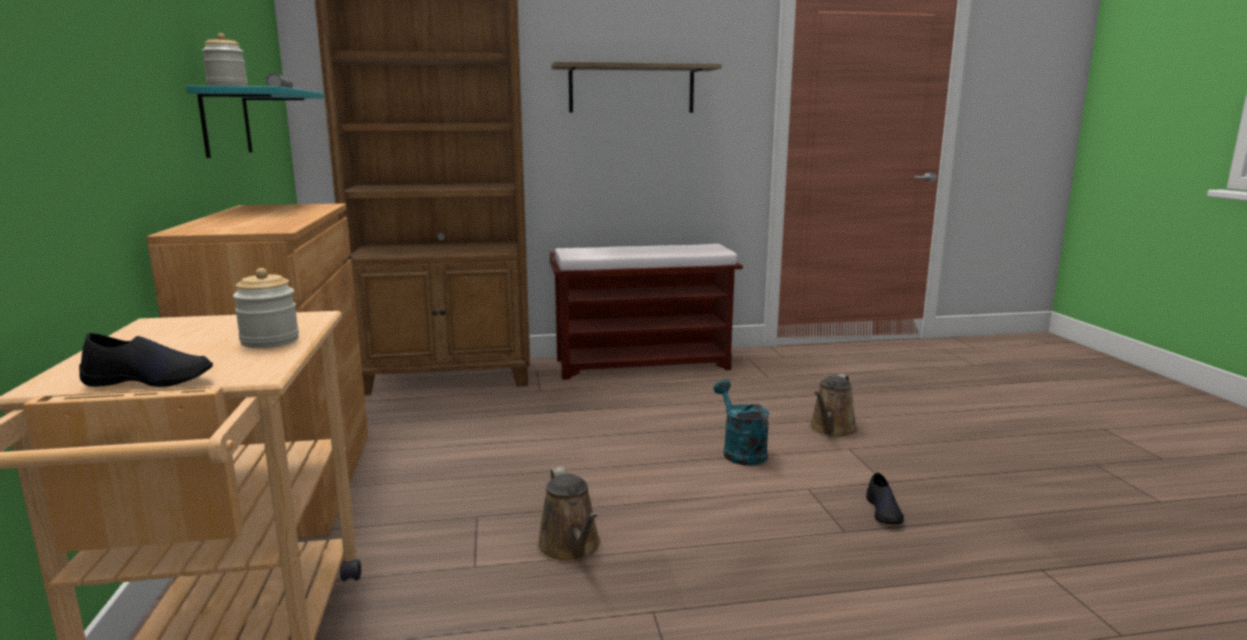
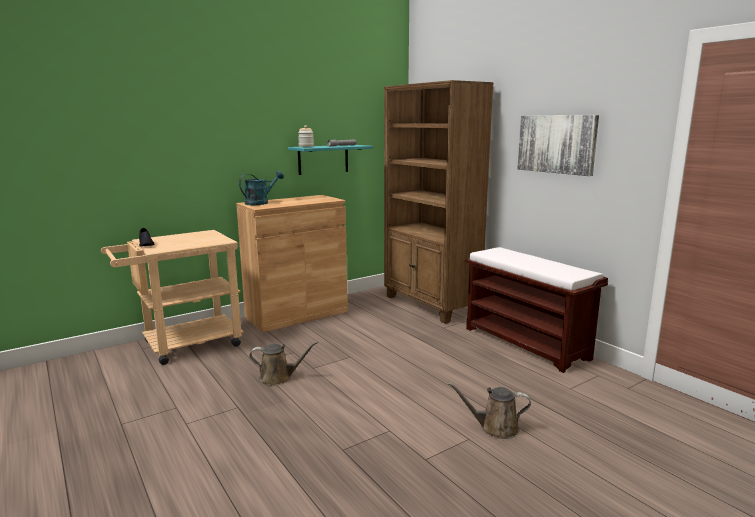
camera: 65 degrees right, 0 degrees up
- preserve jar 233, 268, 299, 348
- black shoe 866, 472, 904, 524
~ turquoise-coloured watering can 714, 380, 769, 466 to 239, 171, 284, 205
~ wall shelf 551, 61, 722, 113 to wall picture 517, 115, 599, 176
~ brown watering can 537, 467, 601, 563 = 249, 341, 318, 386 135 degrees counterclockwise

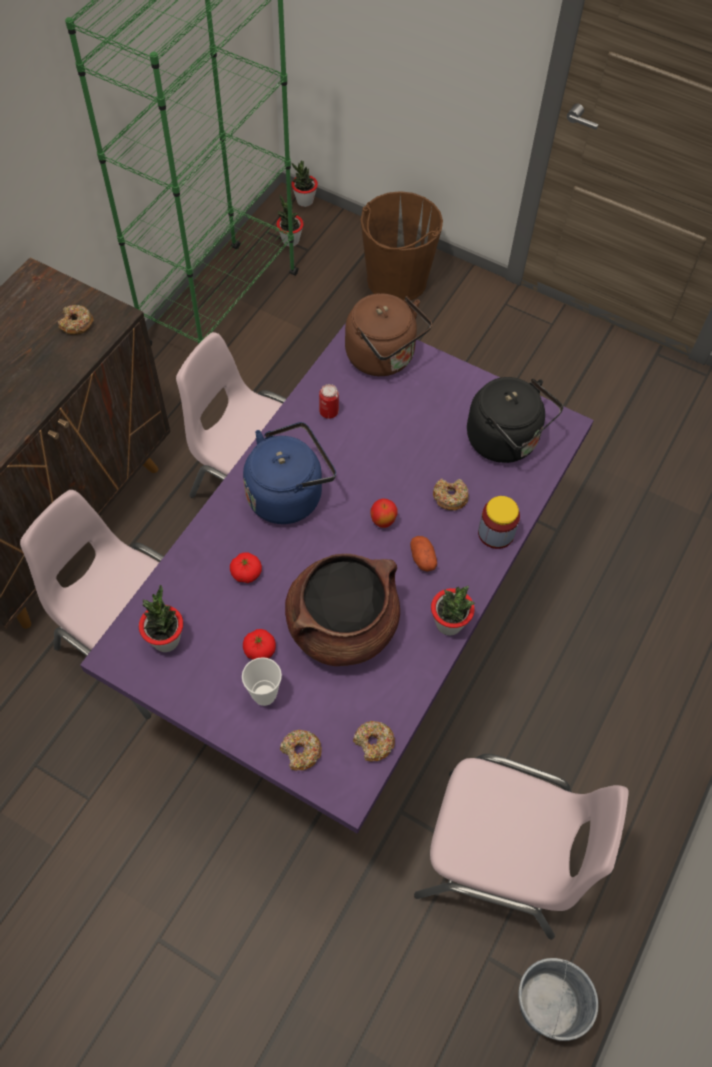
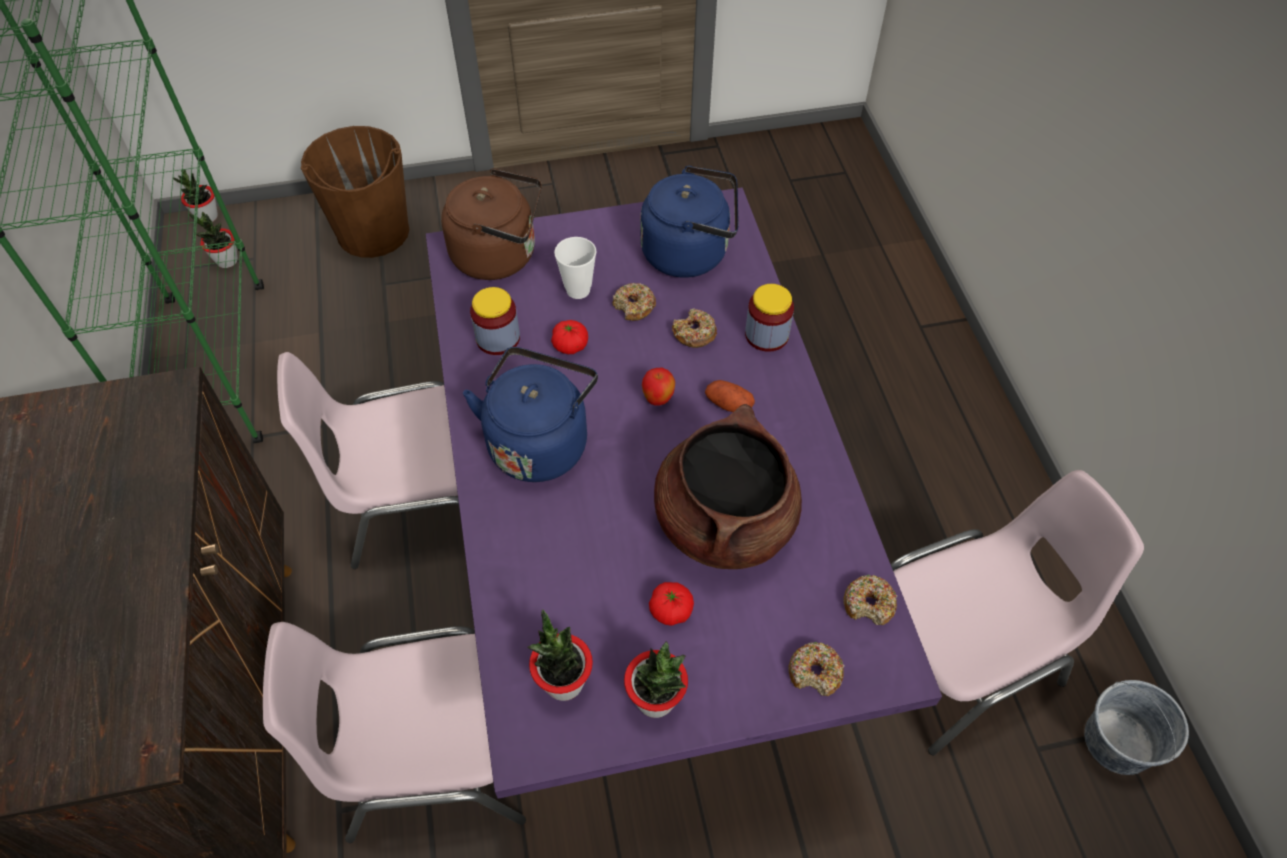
camera: 40 degrees left, 5 degrees down
~ ring doughnut 58, 305, 94, 335 to 612, 283, 656, 321
~ tomato 230, 552, 262, 583 to 551, 320, 588, 354
~ small cup 242, 657, 282, 706 to 554, 237, 596, 299
~ potted plant 431, 586, 475, 636 to 624, 642, 688, 718
~ can 319, 384, 339, 419 to preserve jar 470, 287, 520, 355
~ black tea kettle 467, 377, 563, 463 to blue-coloured tea kettle 640, 166, 738, 278

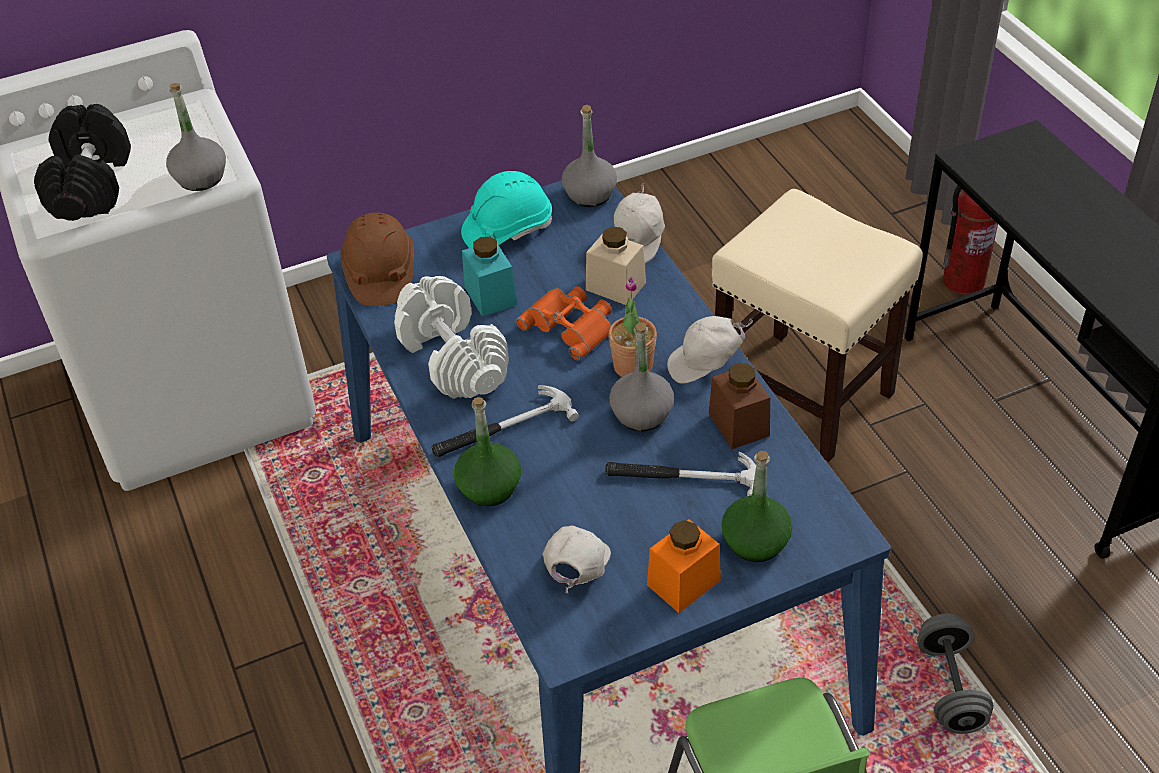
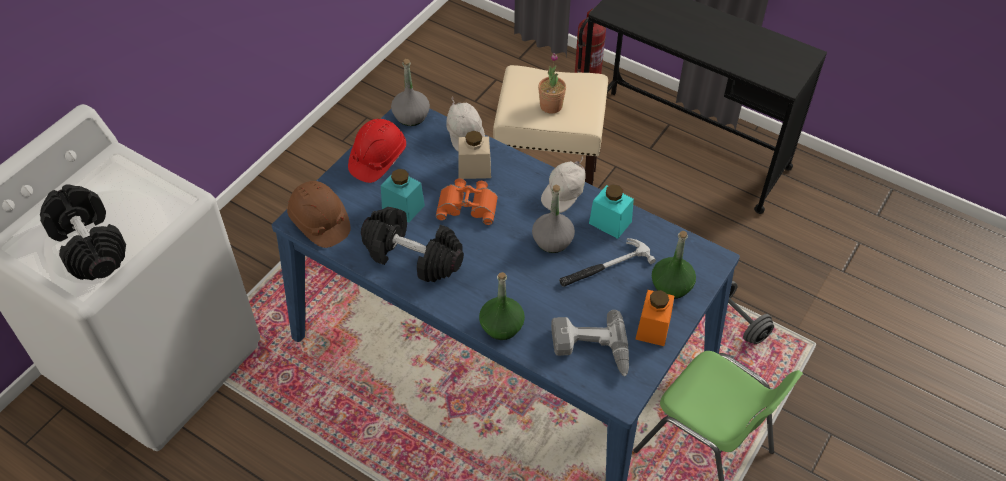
camera: 35 degrees left, 5 degrees up
- grey beverage bottle 166, 83, 226, 191
- tool hammer 431, 385, 579, 457
~ potted plant 608, 277, 657, 377 to 538, 53, 566, 114
~ white baseball cap 542, 525, 611, 593 to power drill 551, 310, 629, 376
~ white free weight 394, 276, 509, 399 to black free weight 361, 207, 464, 282
~ turquoise-coloured safety helmet 461, 171, 552, 248 to reddish safety helmet 348, 119, 406, 183
~ brown preserve jar 709, 363, 770, 449 to turquoise-coloured preserve jar 589, 184, 634, 239

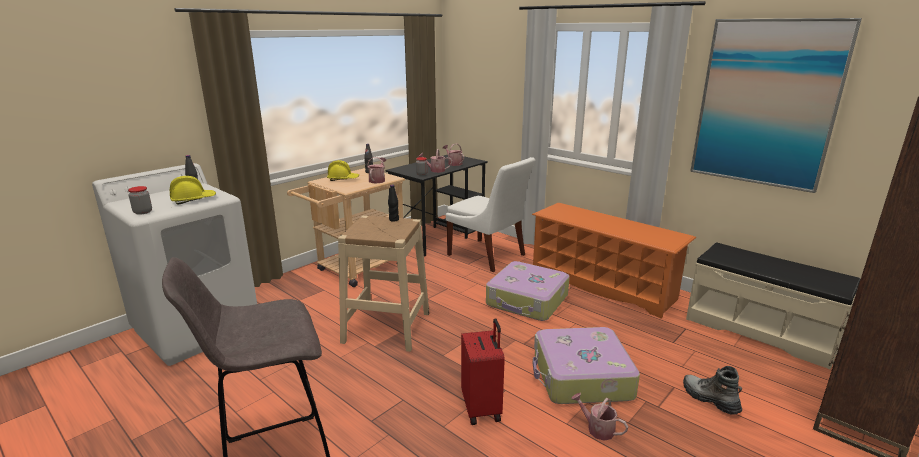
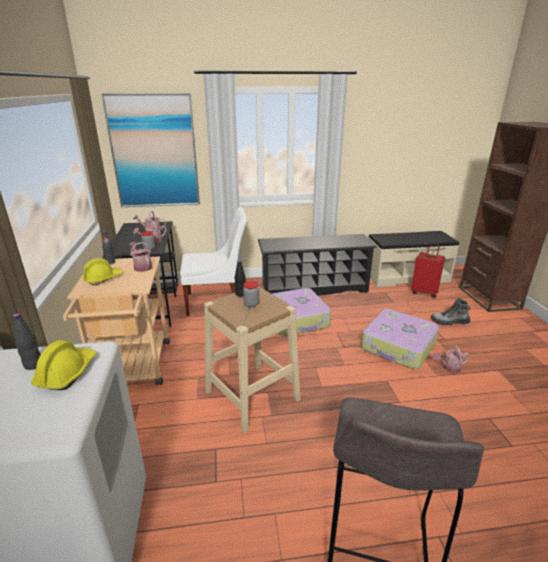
camera: 50 degrees left, 5 degrees up
~ preserve jar 128, 186, 152, 215 to 243, 281, 259, 307
~ reddish travel case 461, 318, 505, 425 to 411, 243, 445, 298
~ wall picture 690, 18, 862, 193 to 101, 93, 200, 207
~ orange-coloured shoe stand 532, 203, 696, 319 to black shoe stand 258, 234, 377, 296

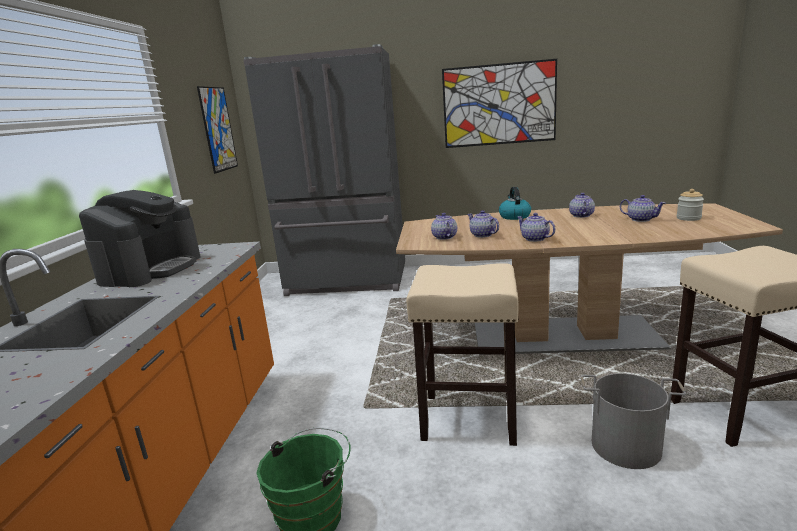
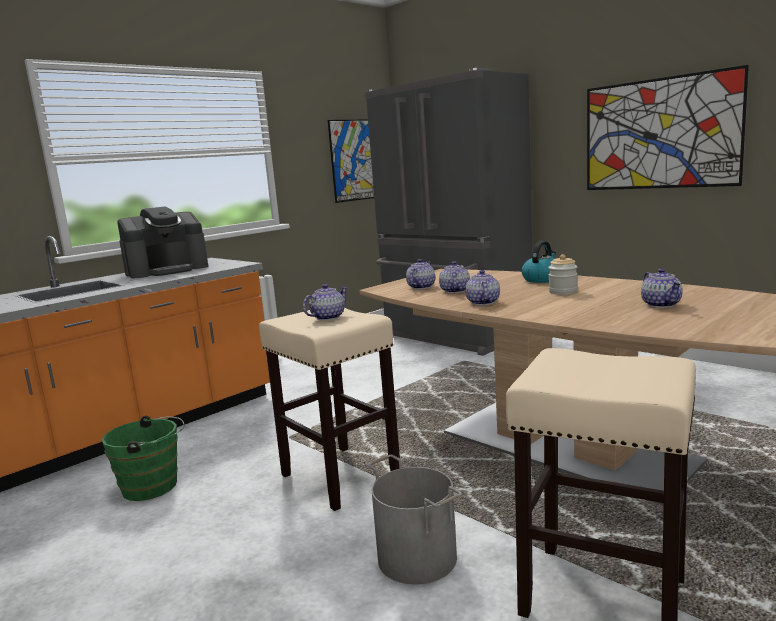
camera: 40 degrees right, 5 degrees down
~ teapot 569, 193, 595, 218 to 303, 284, 348, 320
~ preserve jar 676, 189, 704, 221 to 548, 254, 578, 294

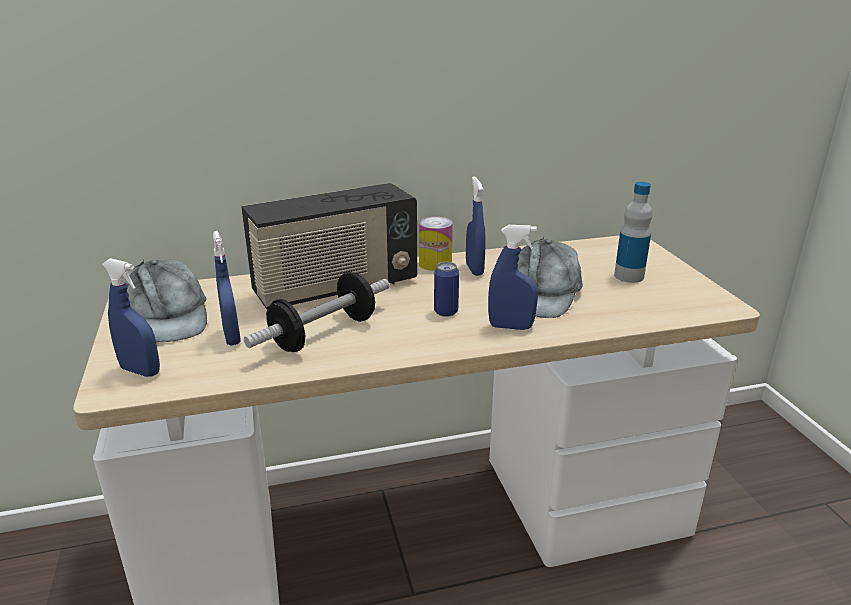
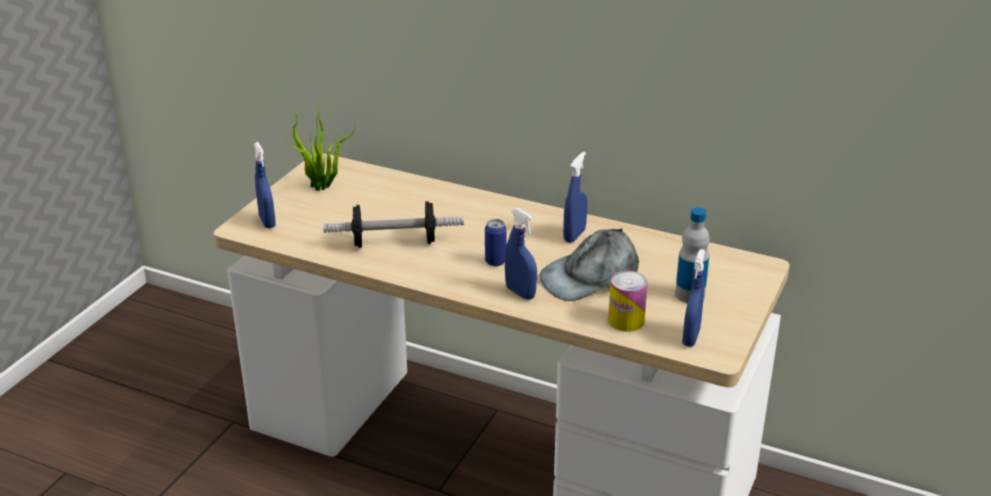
camera: 40 degrees right, 5 degrees up
- radio set 241, 183, 417, 309
~ blue-coloured hand sprayer 213, 231, 241, 346 to 682, 249, 705, 347
~ can 419, 217, 453, 271 to 608, 271, 648, 332
~ grey baseball cap 125, 259, 207, 342 to potted plant 284, 102, 355, 191

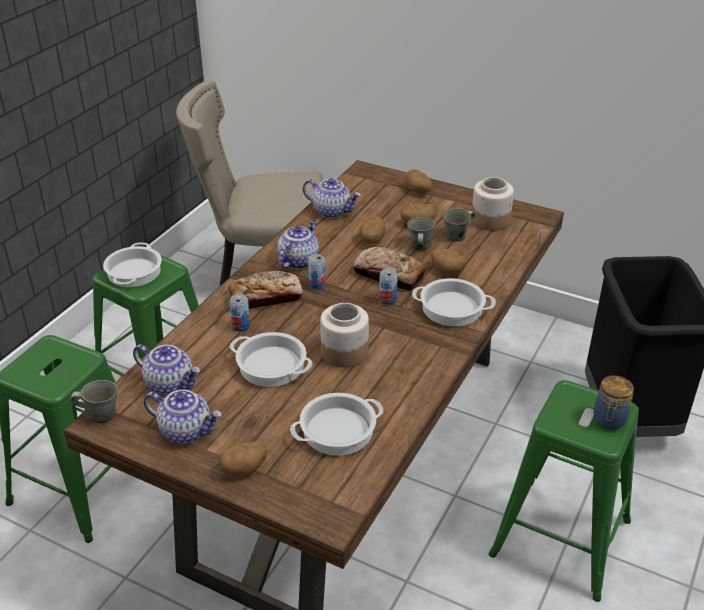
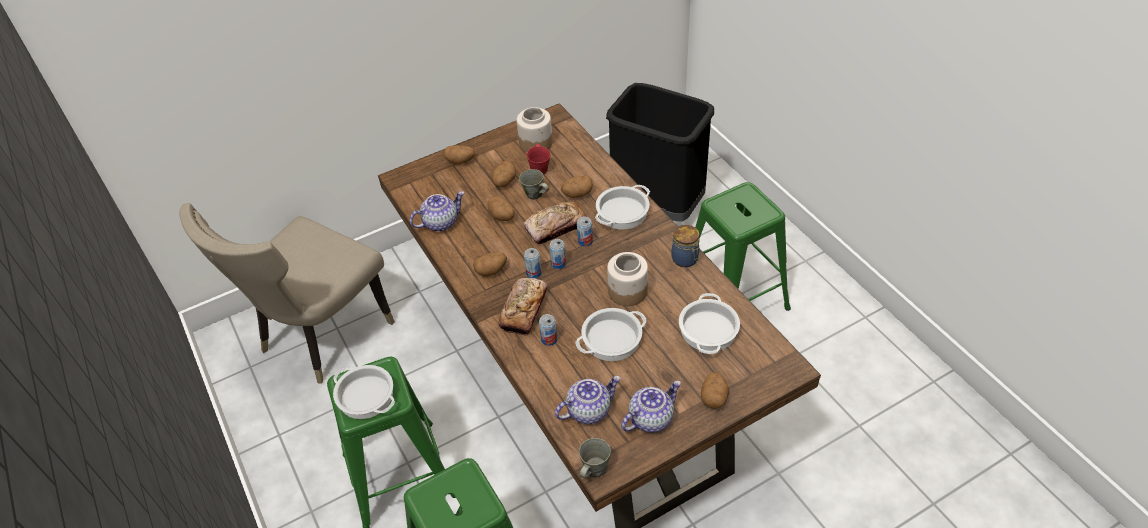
camera: 55 degrees left, 10 degrees up
+ can 549, 239, 566, 269
~ preserve jar 593, 375, 634, 429 to 671, 225, 700, 267
~ teapot 277, 220, 319, 269 to whole potato 473, 252, 507, 276
~ grey tea mug 443, 208, 475, 242 to reddish tea mug 527, 144, 550, 175

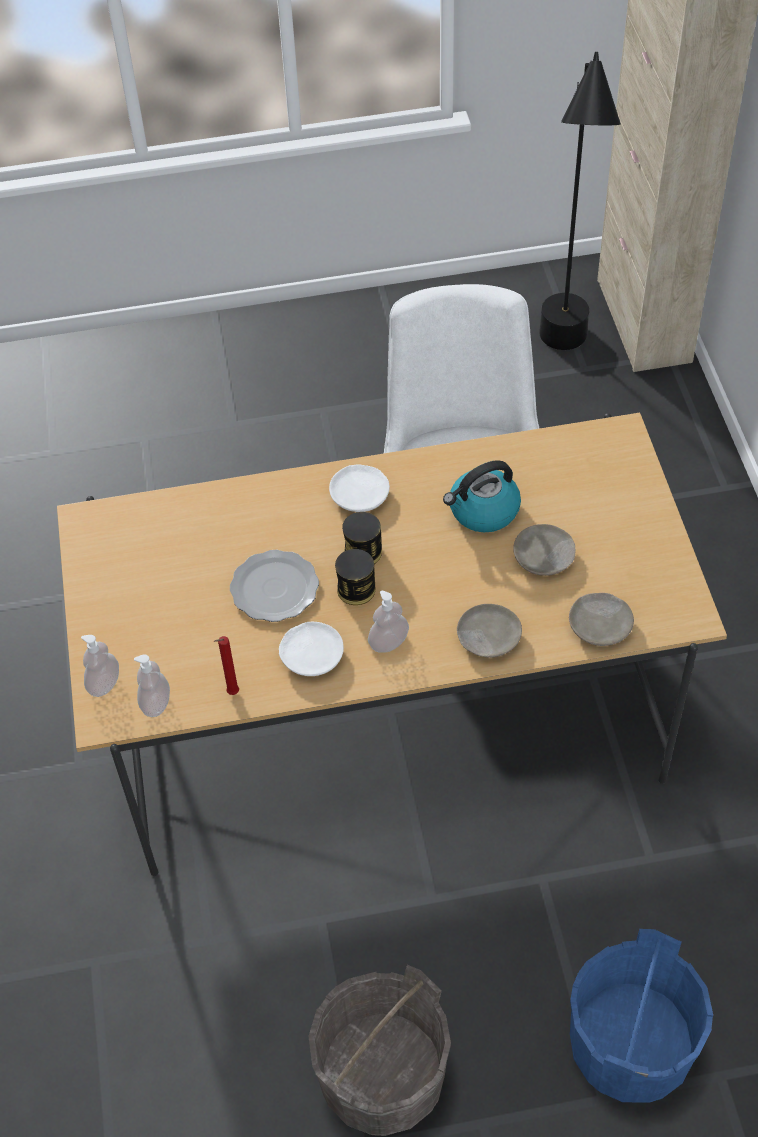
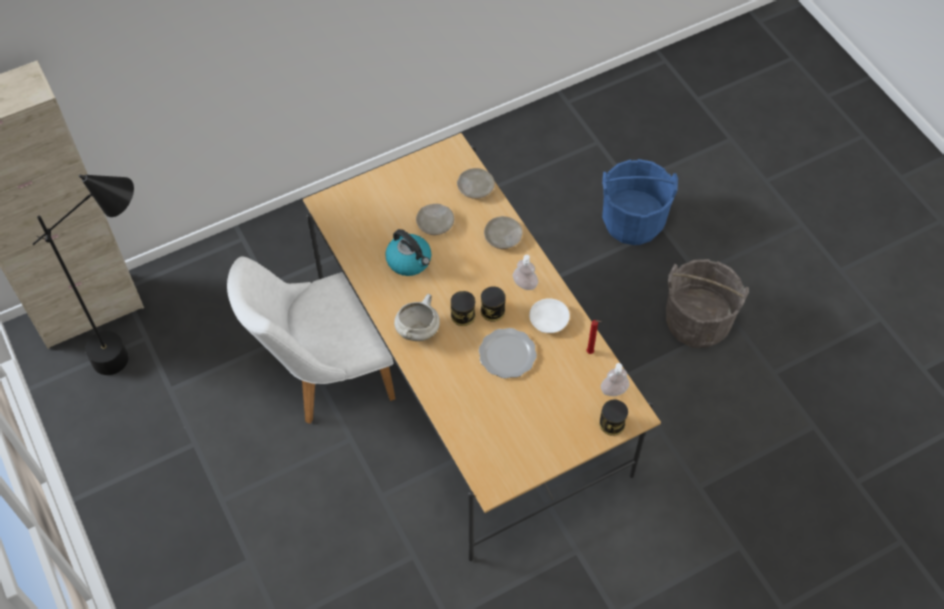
camera: 110 degrees left, 5 degrees up
~ liquid soap bottle 81, 635, 119, 697 to can 599, 399, 628, 436
~ white plate 329, 464, 390, 512 to white stockpot 394, 294, 440, 341

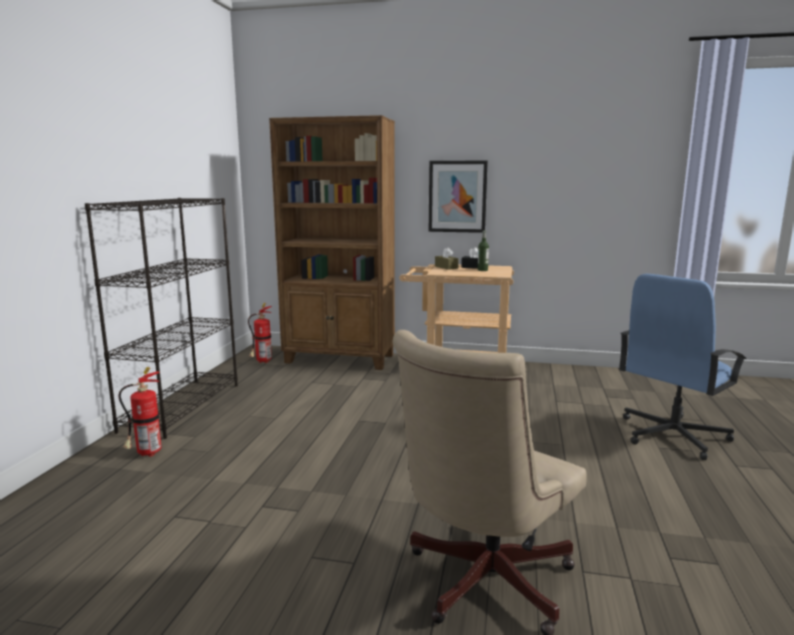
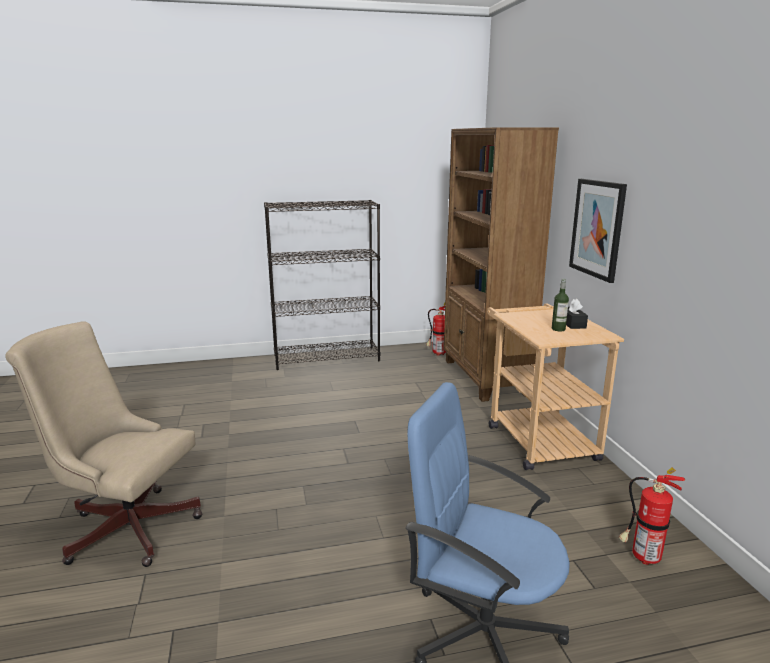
camera: 65 degrees right, 5 degrees up
- brown tissue box 435, 247, 459, 270
~ fire extinguisher 119, 367, 161, 457 to 619, 468, 685, 565

